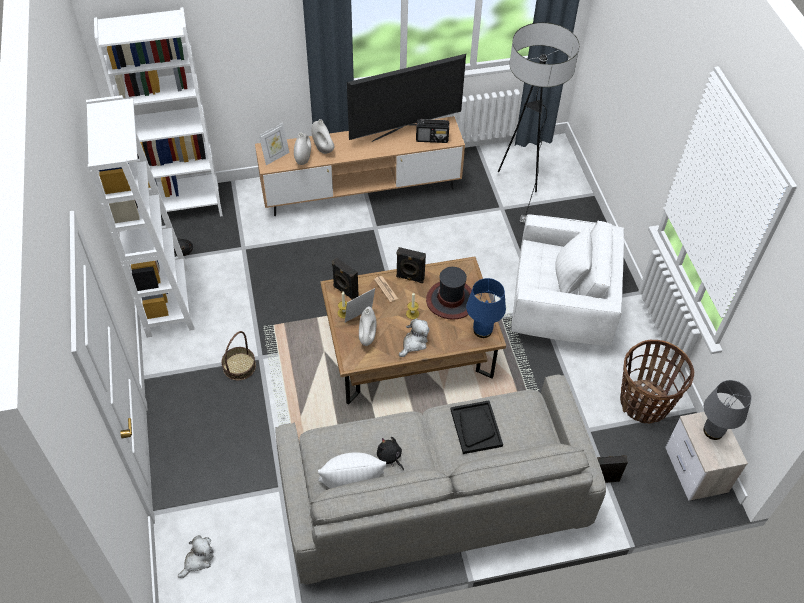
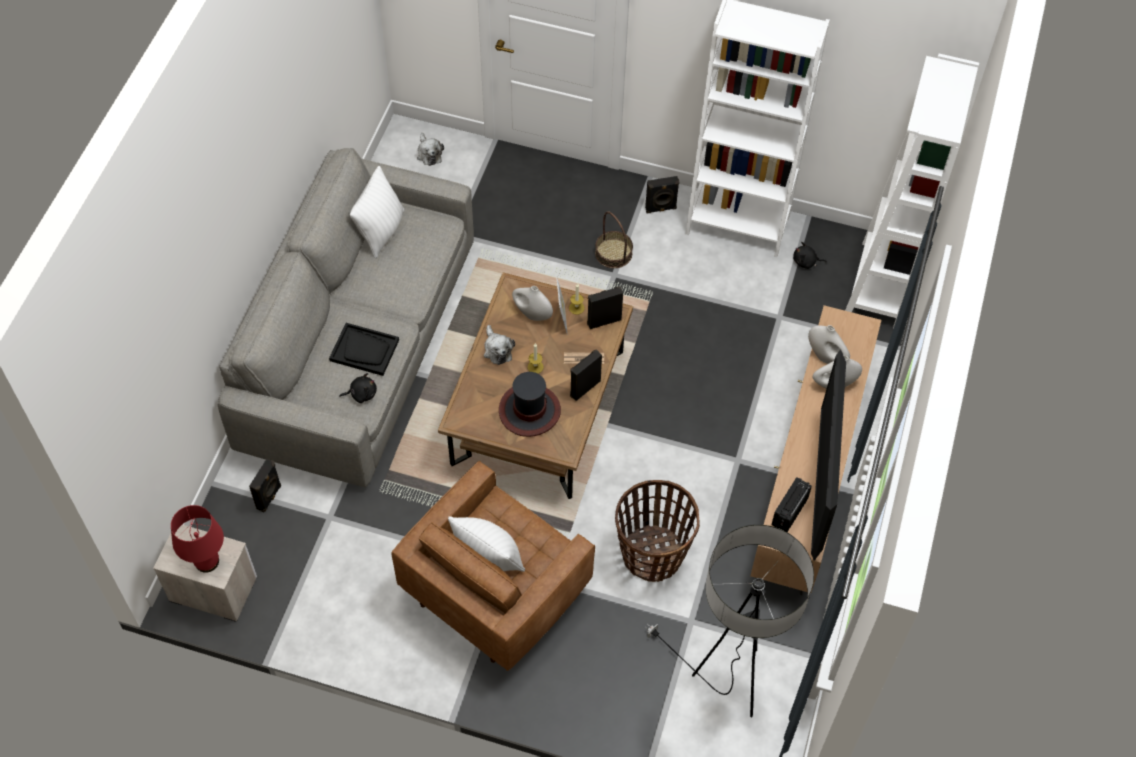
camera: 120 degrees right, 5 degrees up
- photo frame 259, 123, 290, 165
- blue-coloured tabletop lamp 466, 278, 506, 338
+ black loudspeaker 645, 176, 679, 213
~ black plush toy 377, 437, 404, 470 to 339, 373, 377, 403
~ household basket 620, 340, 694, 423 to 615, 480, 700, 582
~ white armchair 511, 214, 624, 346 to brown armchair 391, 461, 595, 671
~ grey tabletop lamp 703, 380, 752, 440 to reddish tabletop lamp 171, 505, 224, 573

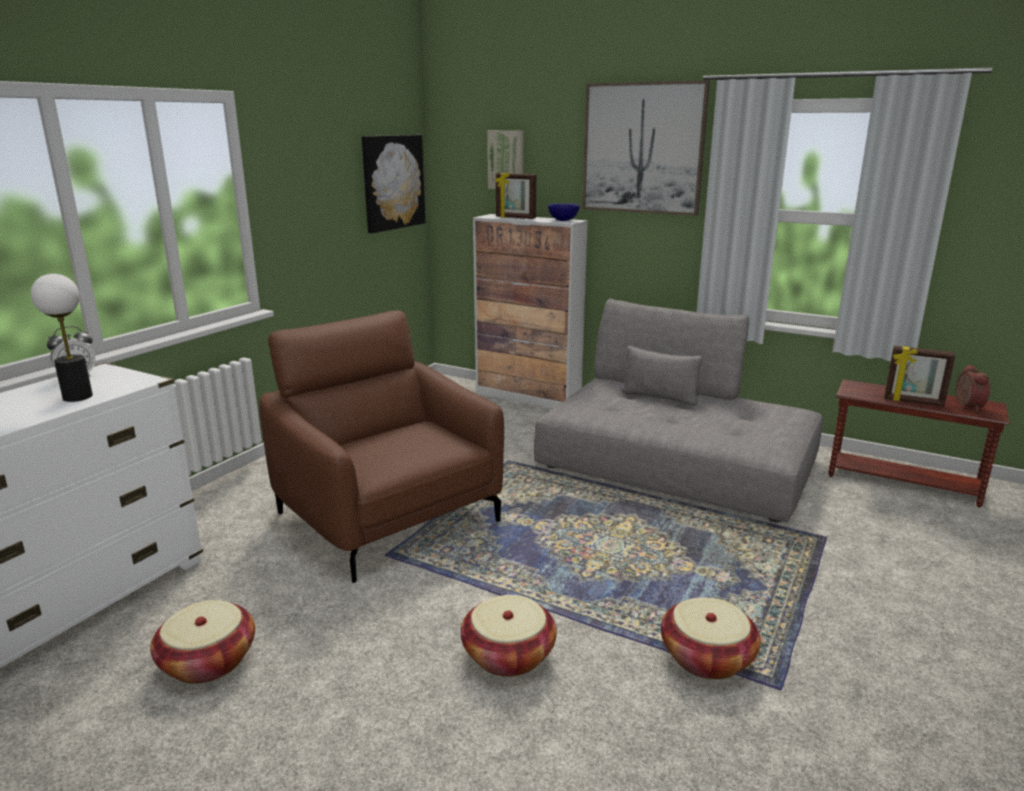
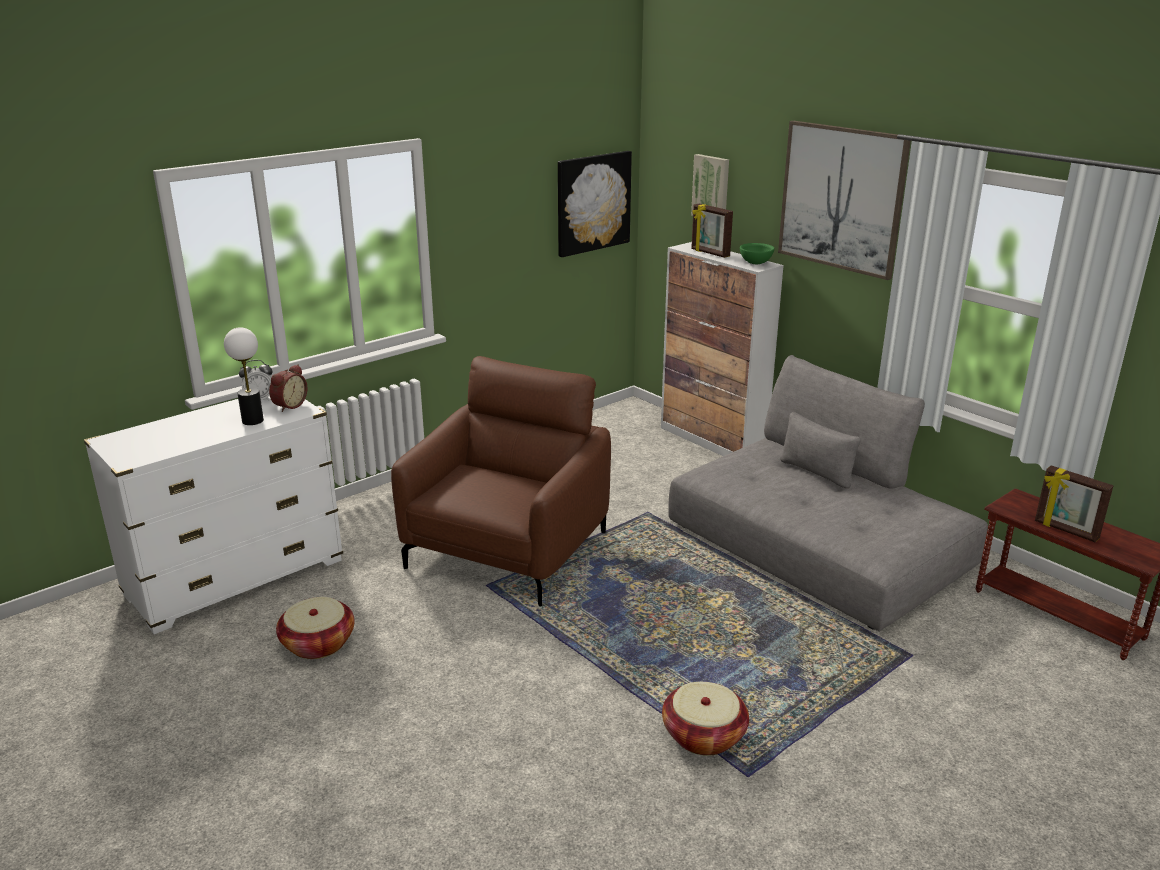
camera: 20 degrees right, 5 degrees up
- household basket 461, 595, 557, 677
~ bedside clock 956, 365, 990, 411 to 269, 365, 307, 412
~ blue-coloured bowl 548, 203, 580, 221 to greenish bowl 740, 243, 774, 264
~ brown armchair 259, 310, 504, 583 = 391, 356, 611, 606 45 degrees clockwise

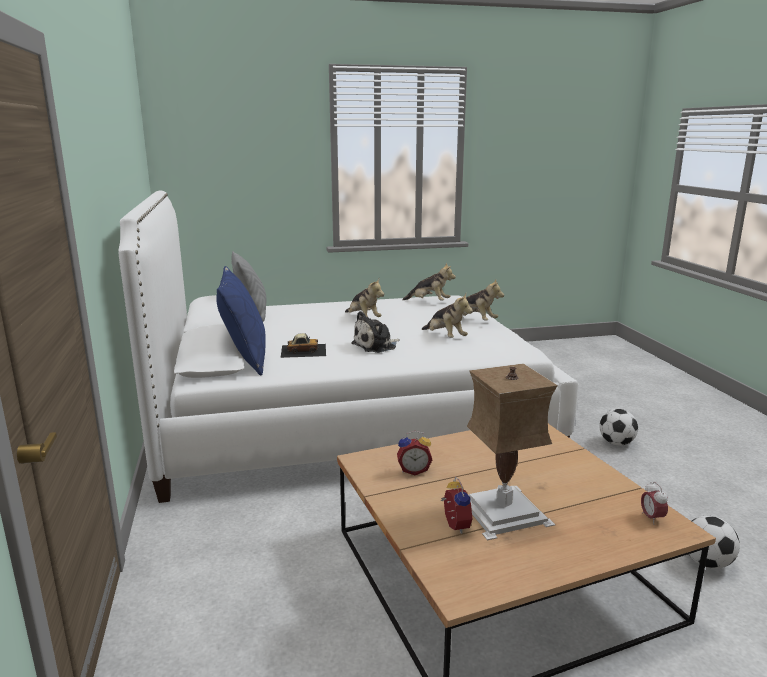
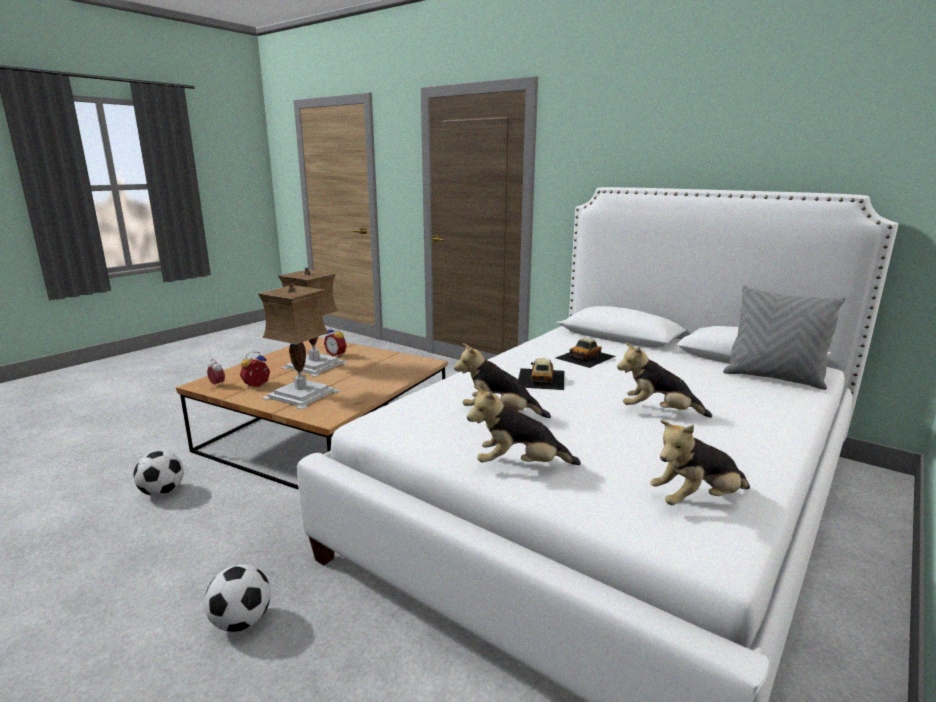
camera: 140 degrees right, 0 degrees up
- blue-coloured cushion 216, 266, 266, 375
+ tabletop lamp 258, 284, 340, 410
~ bedside clock 397, 431, 432, 475 to 240, 352, 270, 388
~ plush toy 351, 311, 400, 353 to toy car 518, 358, 564, 390

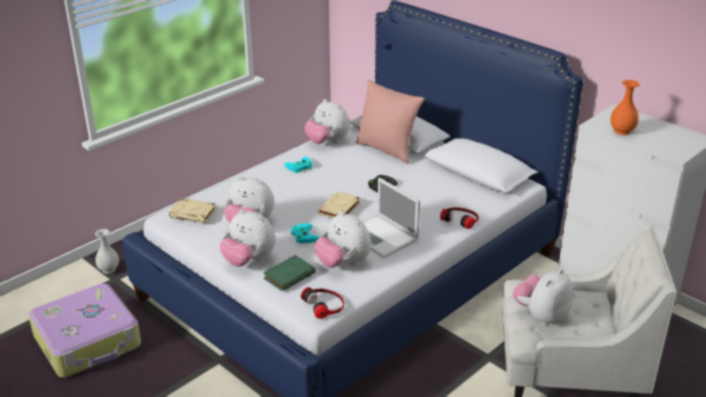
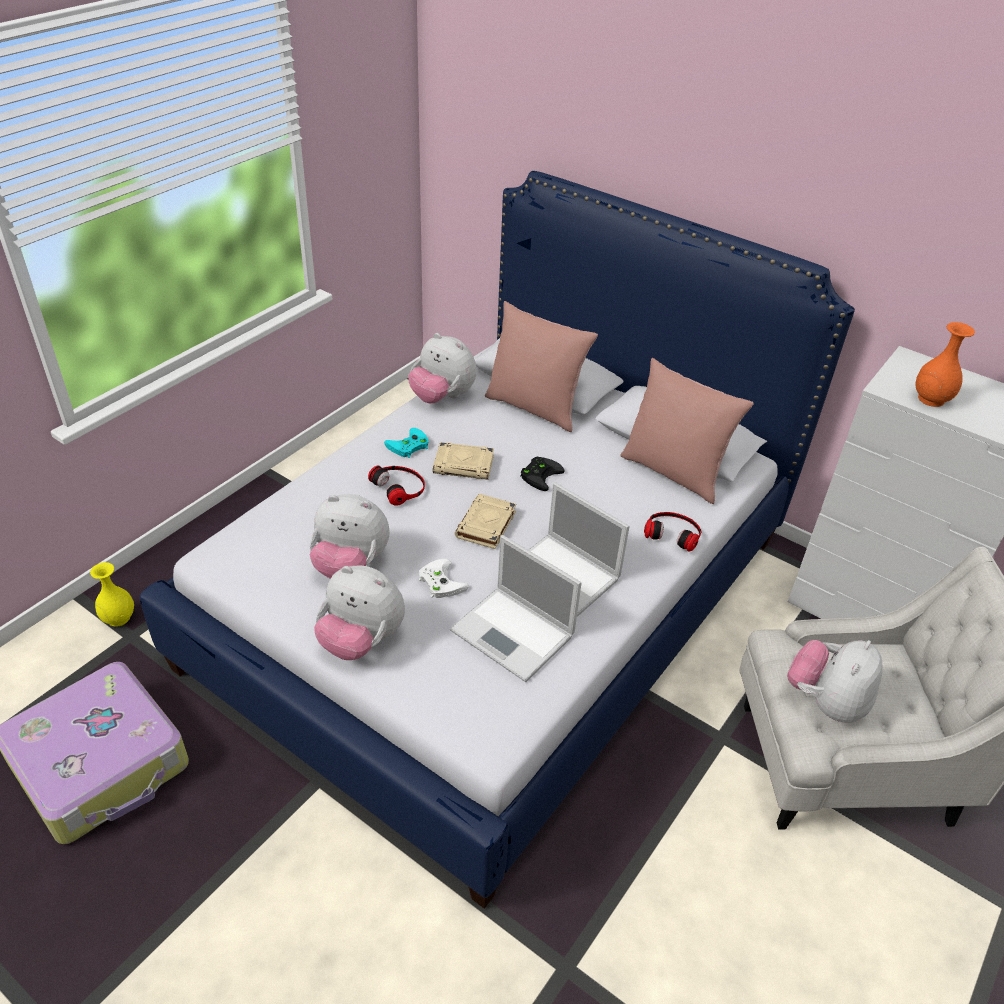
camera: 10 degrees left, 10 degrees up
- greenish volume 263, 255, 316, 291
+ pinkish cushion 620, 358, 753, 504
~ sand-coloured volume 169, 198, 216, 223 to 433, 442, 494, 480
~ headphones 301, 287, 344, 319 to 368, 466, 425, 506
~ plush toy 315, 211, 371, 268 to notebook computer 450, 535, 582, 682
~ white vase 95, 229, 119, 274 to yellow-coloured vase 90, 562, 134, 627
~ turquoise-coloured joypad 291, 223, 320, 243 to white joypad 419, 559, 469, 598

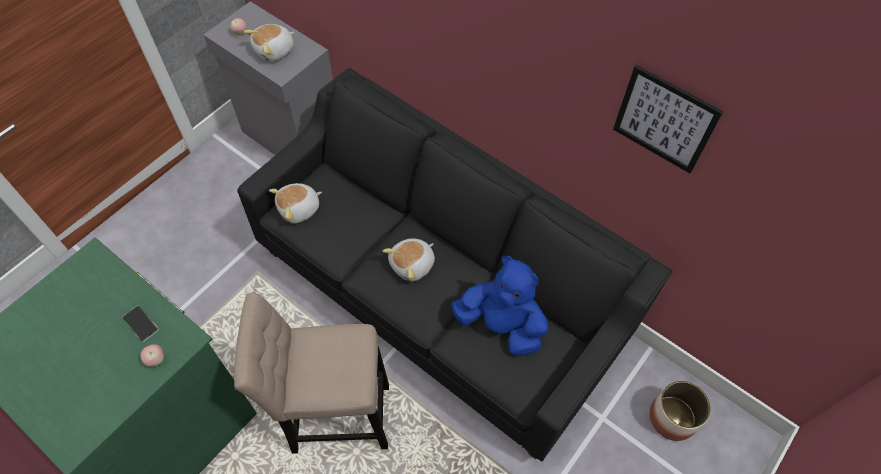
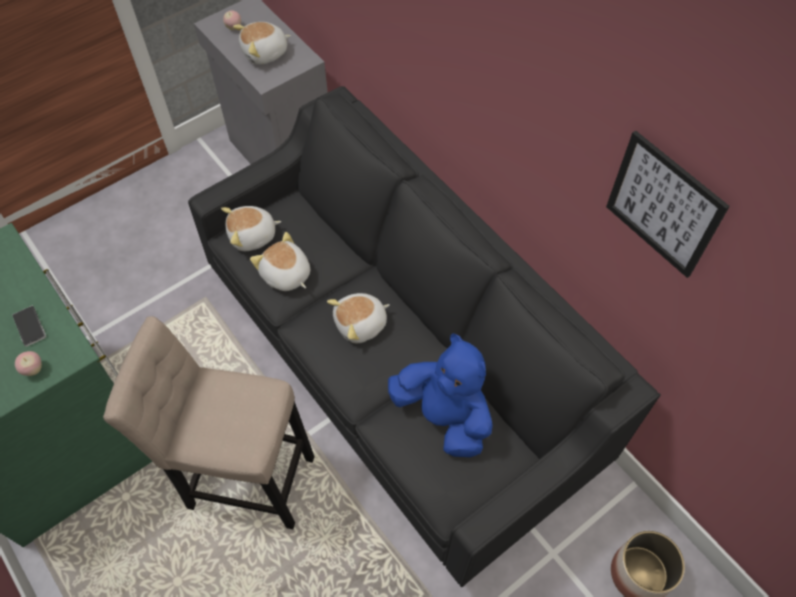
camera: 15 degrees right, 0 degrees up
+ plush toy 250, 232, 311, 291

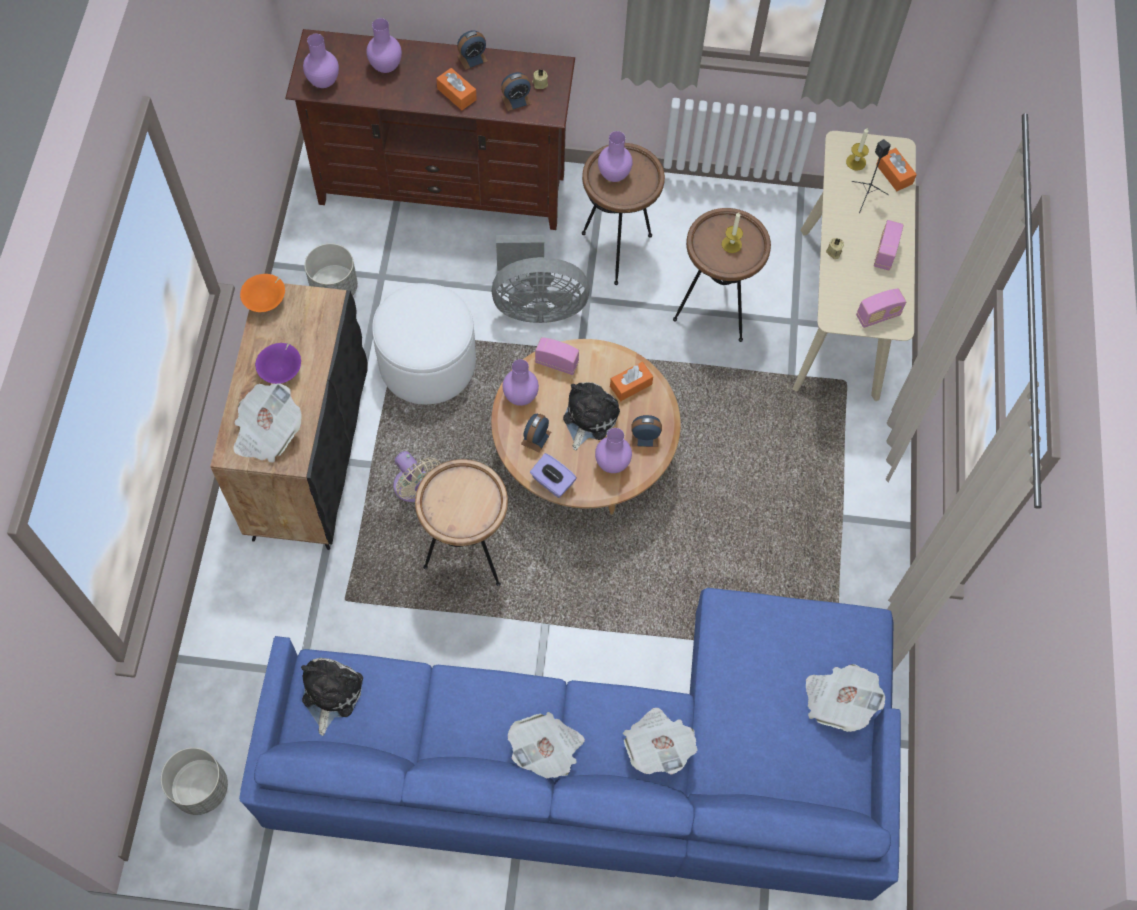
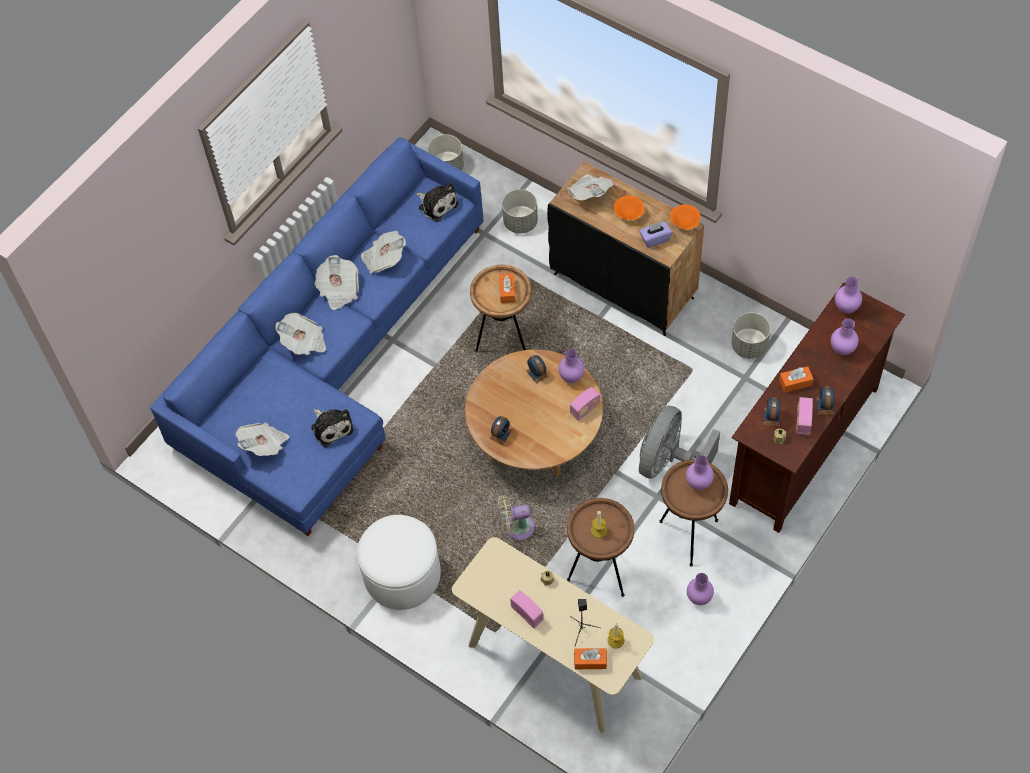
camera: 125 degrees right, 5 degrees down
+ printed paper 361, 231, 406, 274
+ grey plant pot 502, 189, 538, 234
~ white pouffe 372, 283, 476, 404 to 357, 515, 441, 610
~ sand-coloured electric fan 393, 451, 441, 502 to 498, 495, 535, 540
~ purple-coloured tissue box 530, 453, 577, 498 to 639, 222, 672, 248
~ plush toy 563, 382, 620, 450 to 311, 409, 353, 448
~ purple-coloured vase 595, 428, 632, 473 to 687, 573, 714, 605
~ orange-coloured tissue box 610, 362, 653, 401 to 499, 273, 515, 303
~ radio set 856, 289, 906, 328 to 796, 397, 813, 436
~ purple-coloured bowl 255, 343, 301, 384 to orange-coloured bowl 614, 196, 644, 220

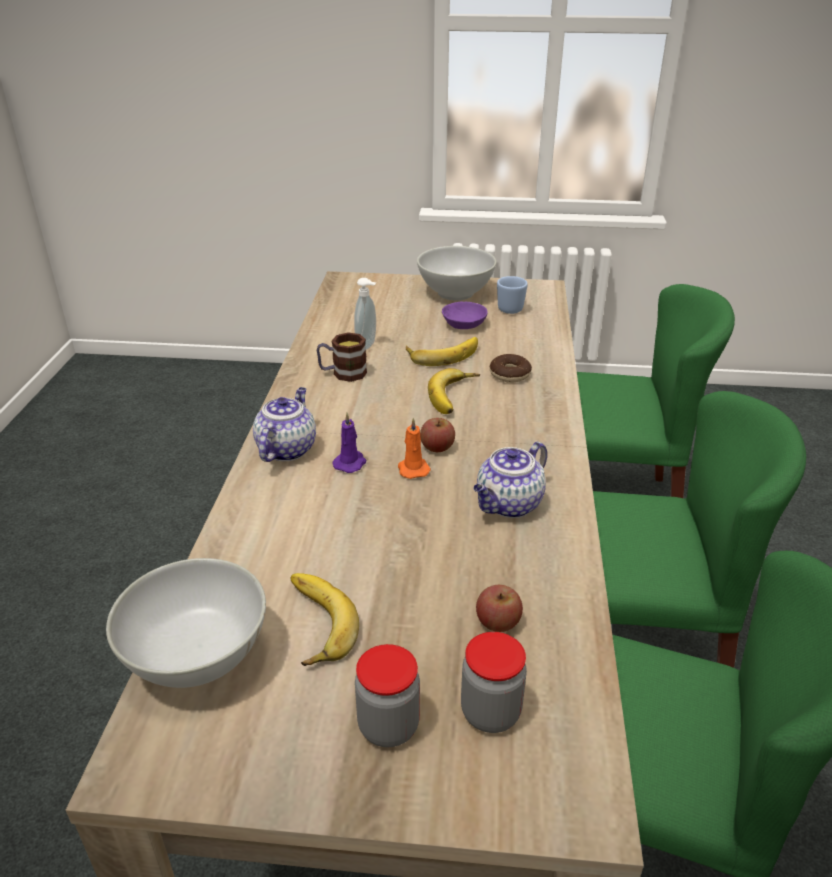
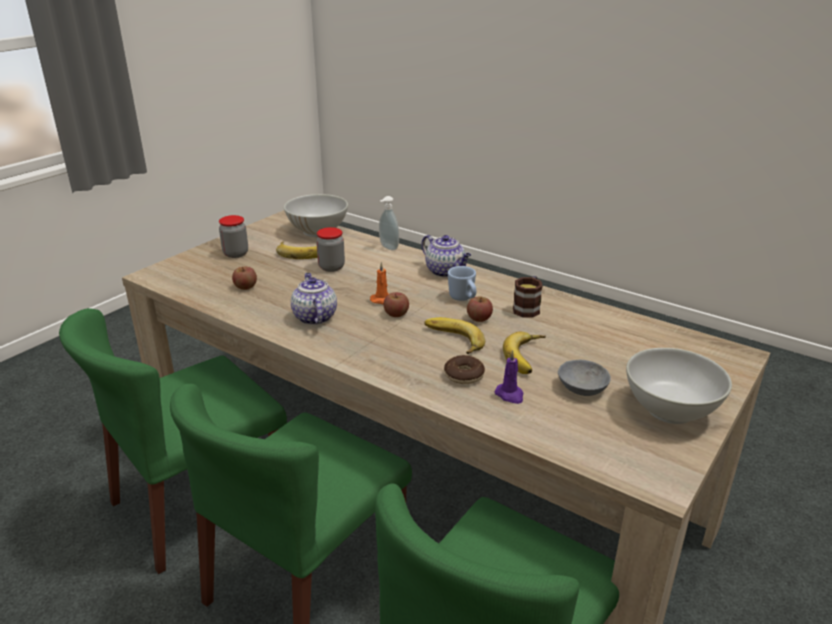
camera: 120 degrees right, 5 degrees down
+ apple fruit 467, 297, 493, 322
~ purple-coloured wax light 332, 412, 366, 473 to 494, 350, 523, 404
~ liquid soap bottle 354, 278, 376, 350 to 379, 196, 399, 251
~ preserve jar 461, 632, 527, 733 to 316, 227, 345, 272
~ blue-coloured tea mug 497, 276, 528, 314 to 448, 266, 476, 301
~ purple-coloured bowl 442, 302, 488, 329 to grey bowl 558, 360, 611, 396

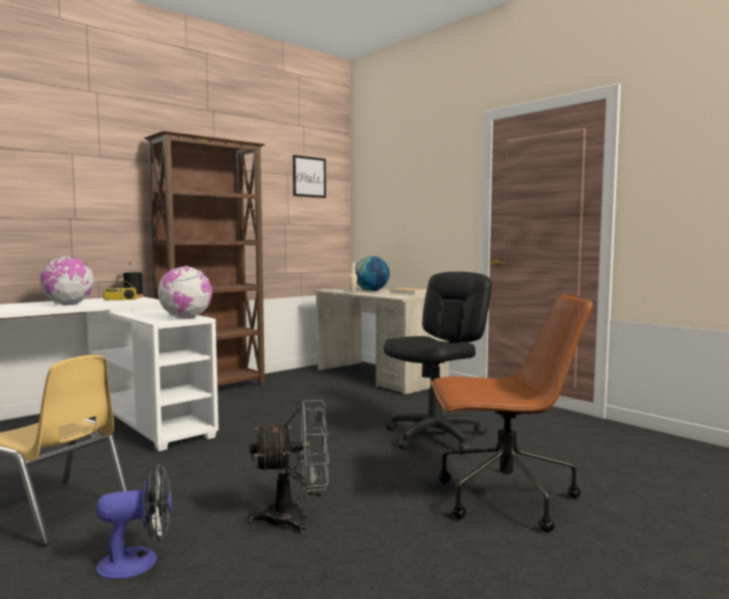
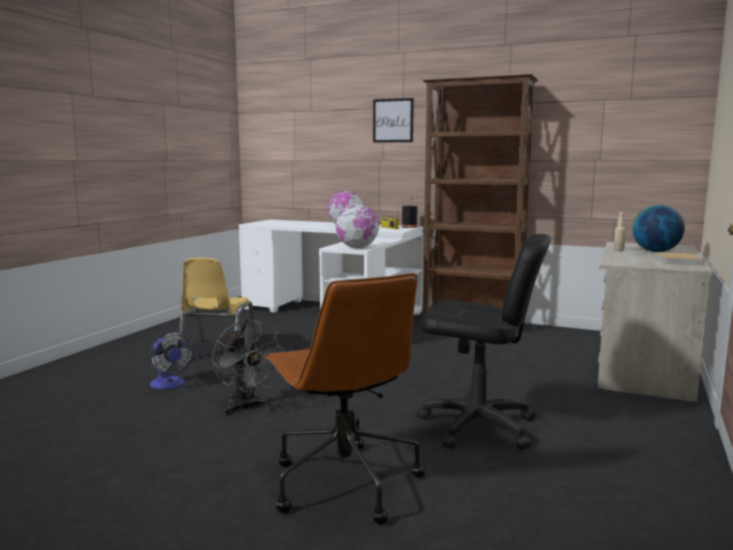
camera: 65 degrees right, 5 degrees up
~ wall picture 293, 155, 326, 198 to 373, 98, 414, 143

